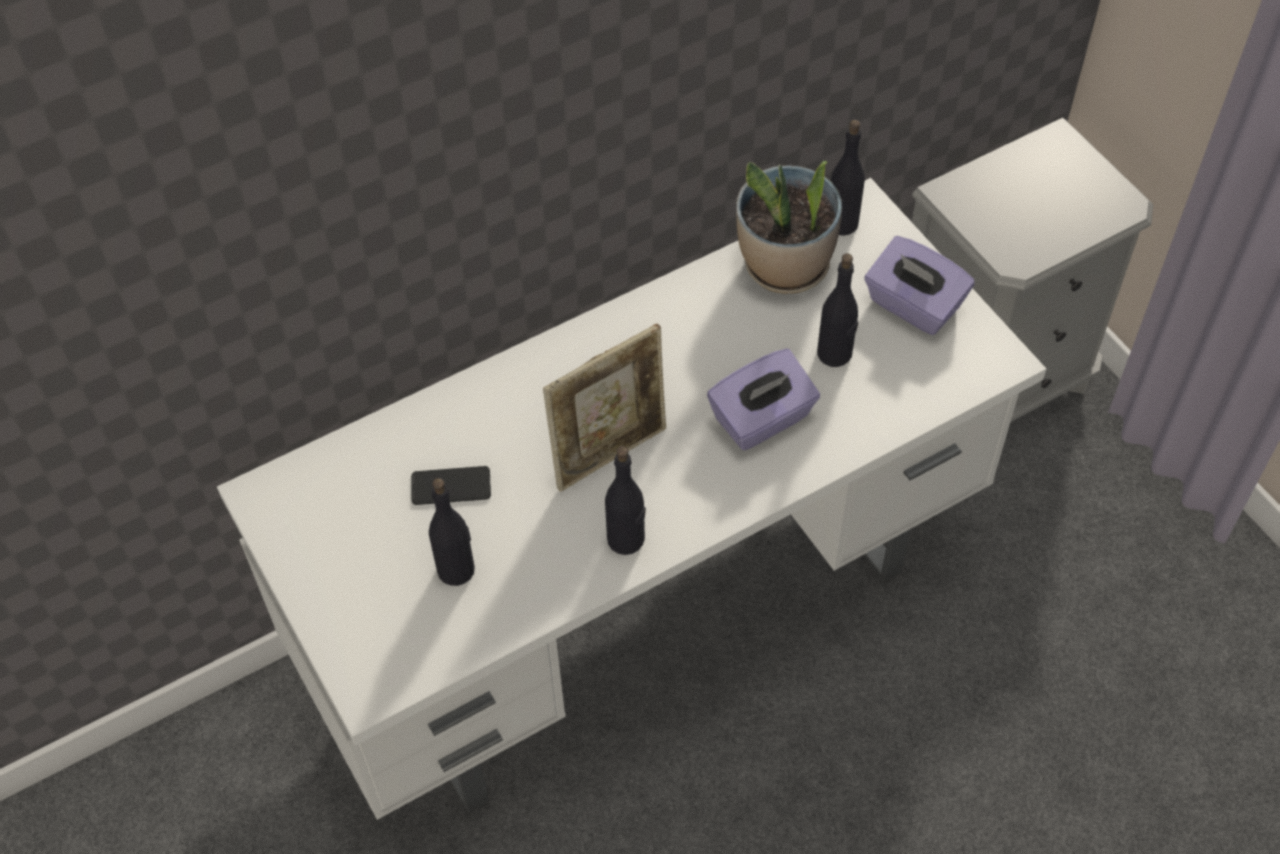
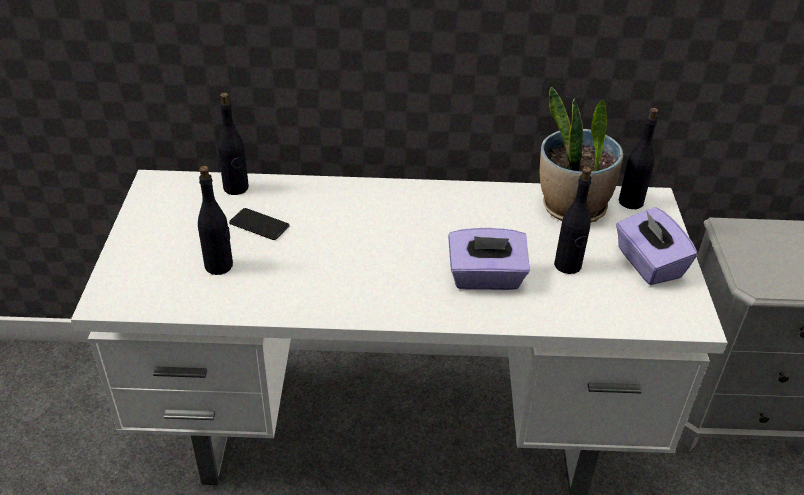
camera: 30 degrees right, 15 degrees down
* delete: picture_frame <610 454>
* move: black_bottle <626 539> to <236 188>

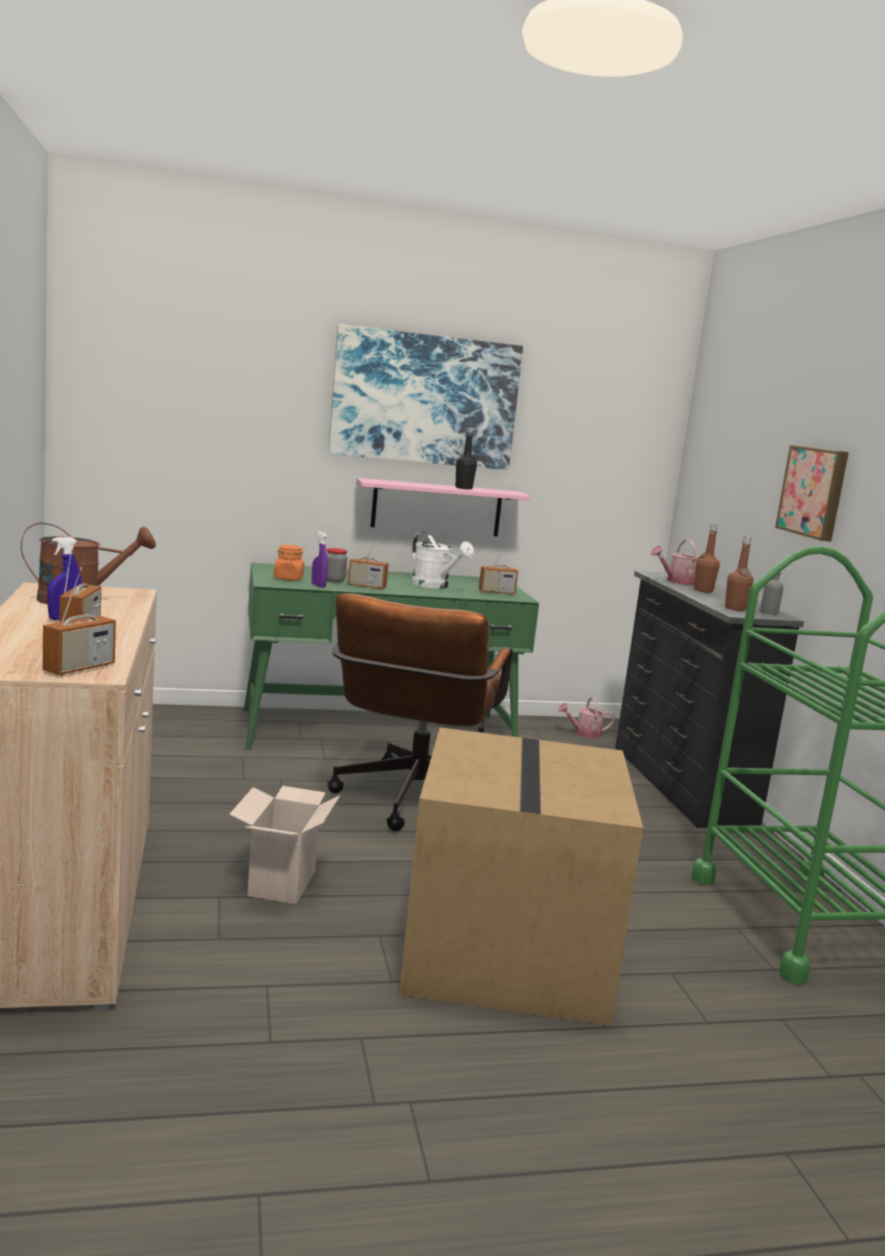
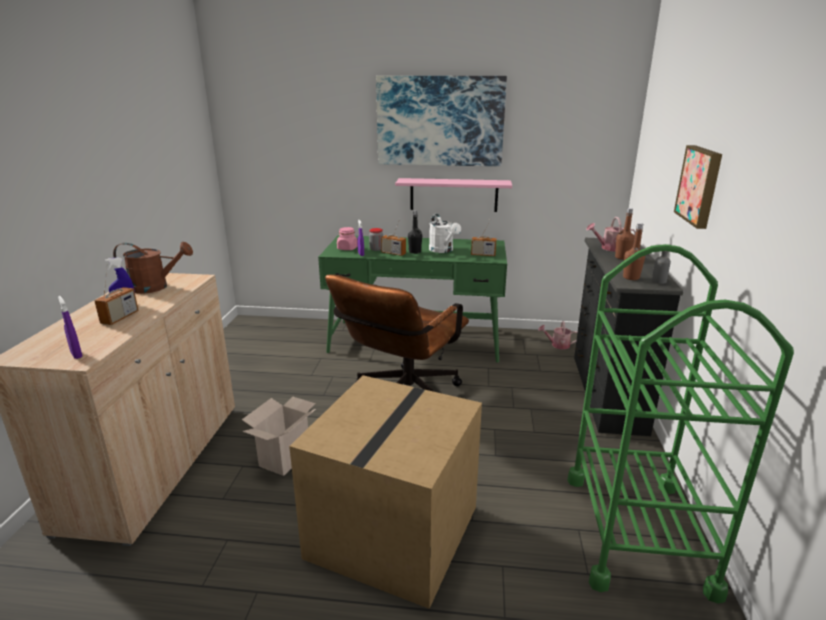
camera: 20 degrees right, 10 degrees up
* move: black_bottle <463 488> to <415 252>
* recolor: orange_jar <288 578> to pink_jar <347 248>
* replace: radio <79 668> to purple_spray_bottle <76 354>

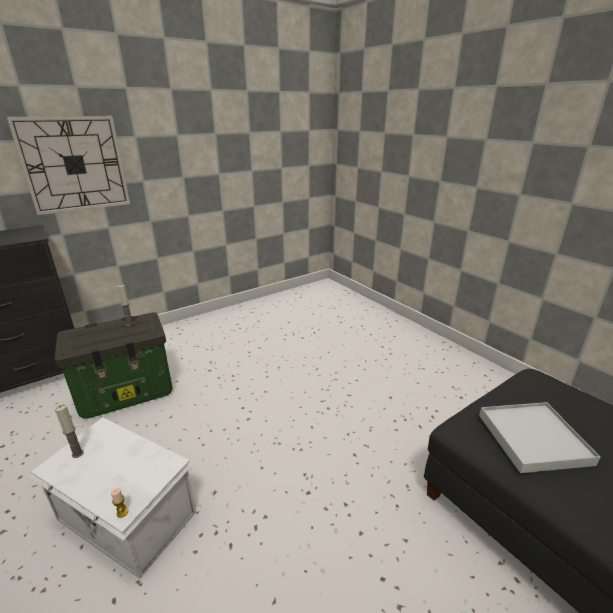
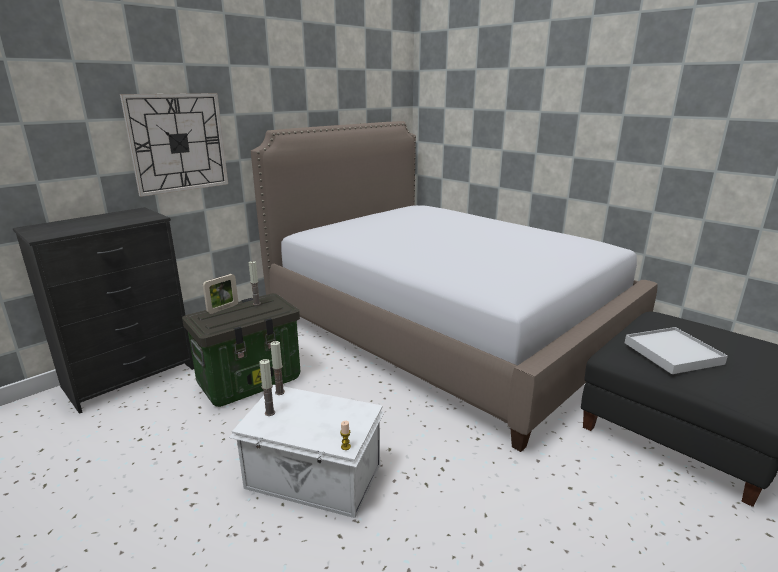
camera: 10 degrees left, 5 degrees down
* insert: bed <444 328>
* insert: picture_frame <223 309>
* insert: candle <279 392>

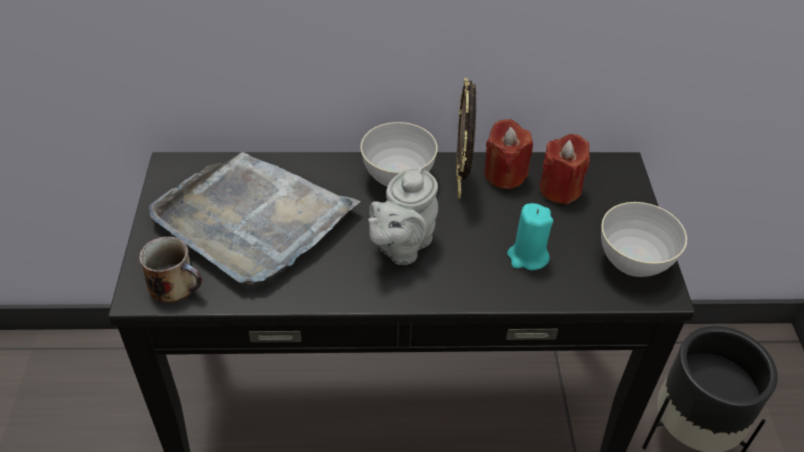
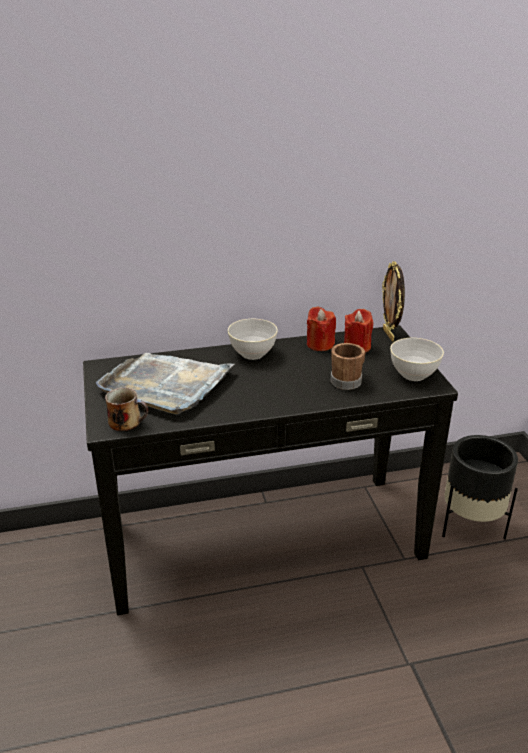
camera: 10 degrees left, 15 degrees down
* move: picture_frame <460 183> to <389 335>
* delete: grey_teapot <401 246>
* replace: turquoise_candle <527 256> to brown_mug <348 380>

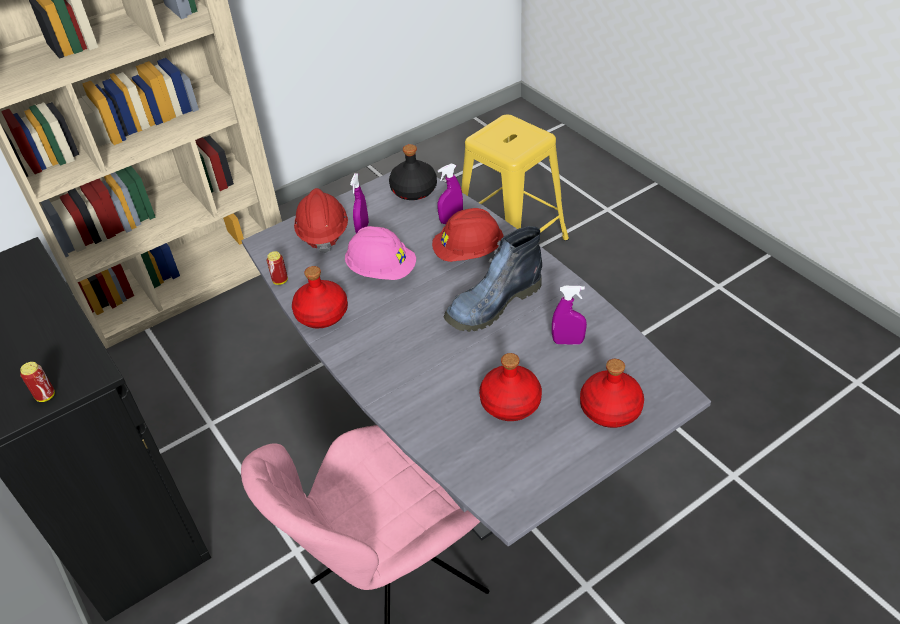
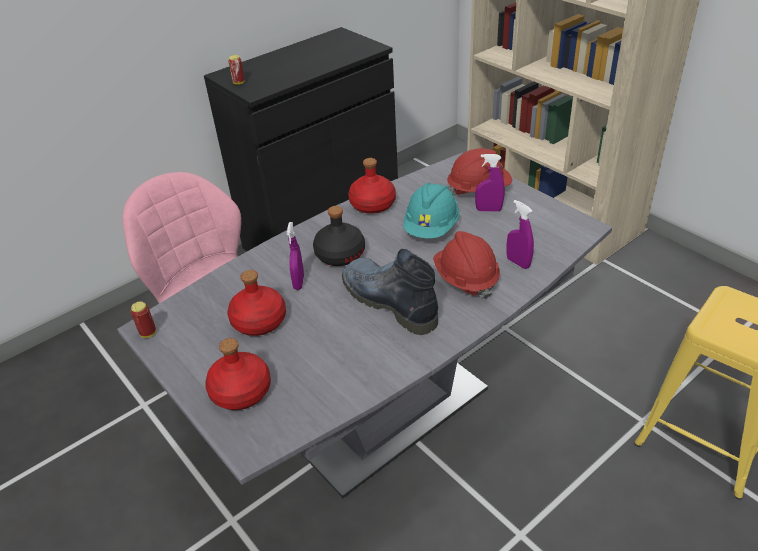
camera: 85 degrees right, 5 degrees down
* move: black_bottle <413 190> to <339 254>
* recolor: pink_hard_hat <381 270> to turquoise_hard_hat <431 228>
* move: can <280 281> to <148 333>
* move: purple_spray_bottle <568 341> to <299 282>

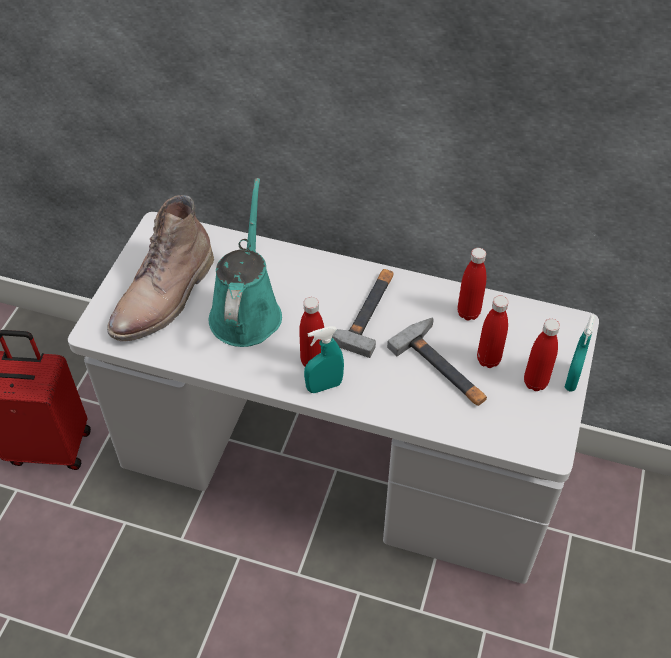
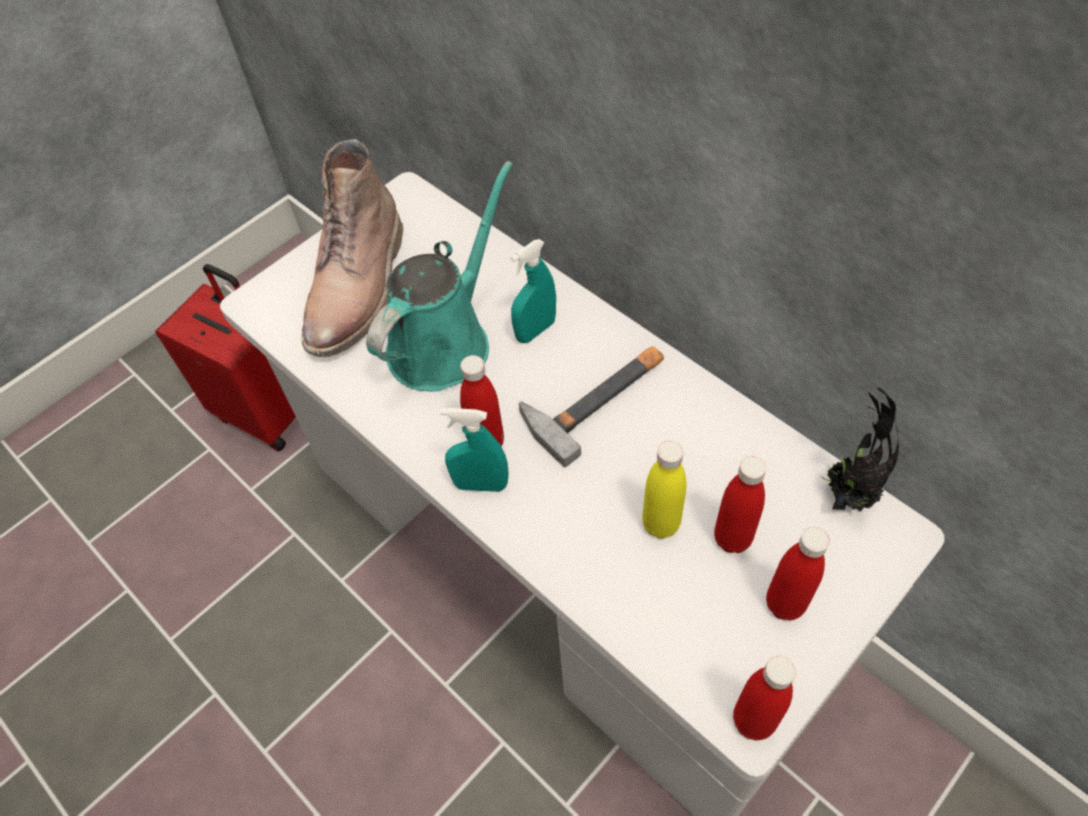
camera: 30 degrees right, 5 degrees up
* rotate: brown_boot <165 297> = <359 288> 45 degrees counterclockwise
* move: red_bottle <468 313> to <753 720>
* move: turquoise_spray_bottle <572 379> to <535 330>
* replace: hammer <444 367> to yellow_bottle <660 524>
* insert: potted_plant <847 493>

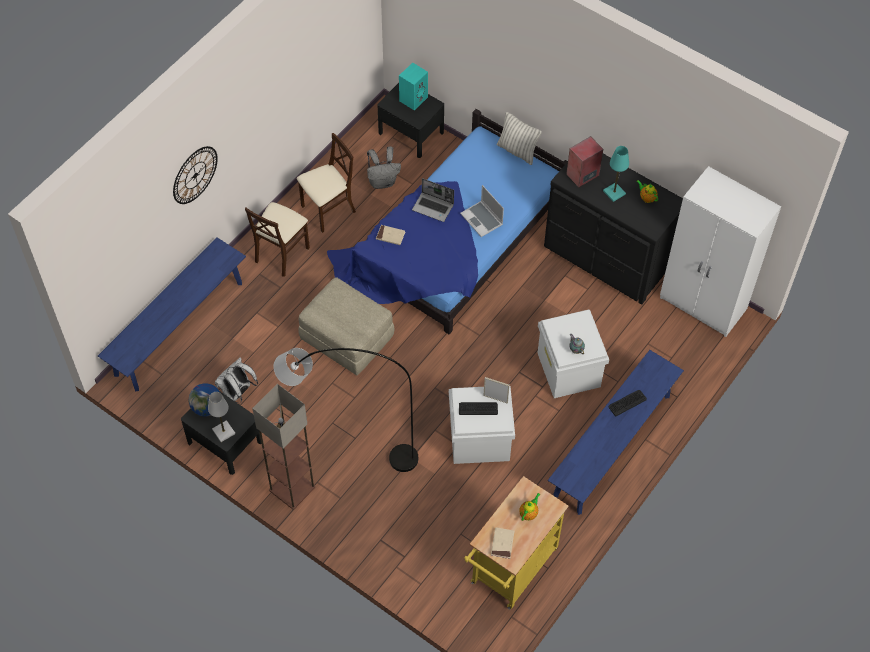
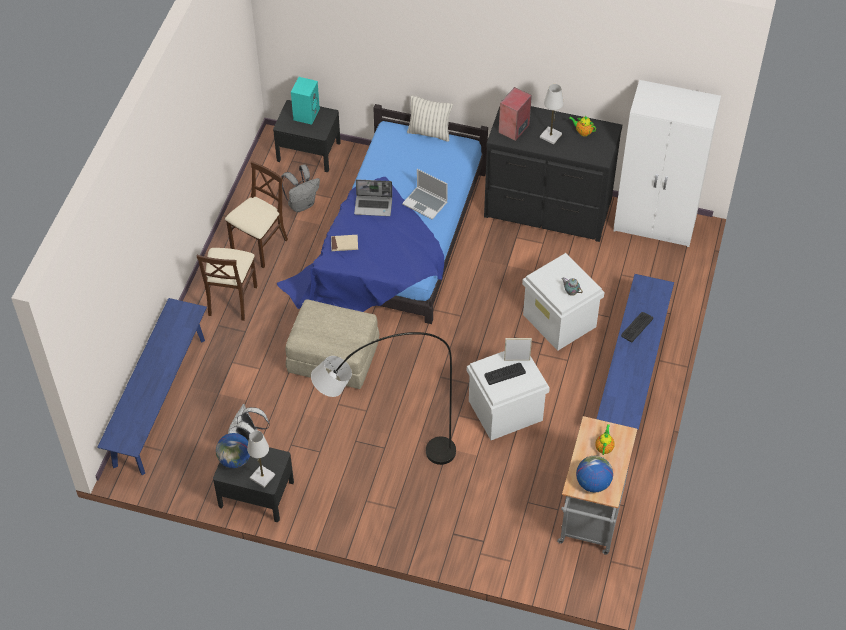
camera: 20 degrees left, 5 degrees down
* delete: wall_clock <195 175>
* recolor: turquoise_table_lamp <614 192> to white_table_lamp <550 136>
* delete: floor_lamp <291 489>
* recolor: yellow_cart <511 571> to grey_cart <591 520>
* replace: beige_book <502 544> to globe <593 483>

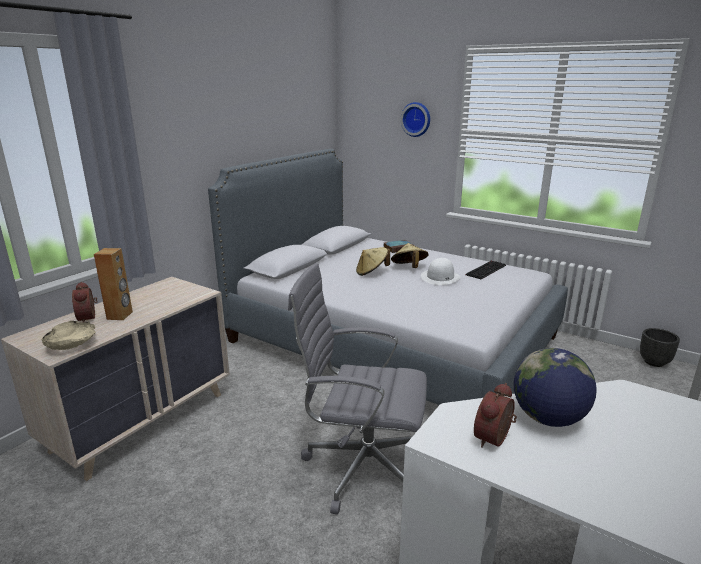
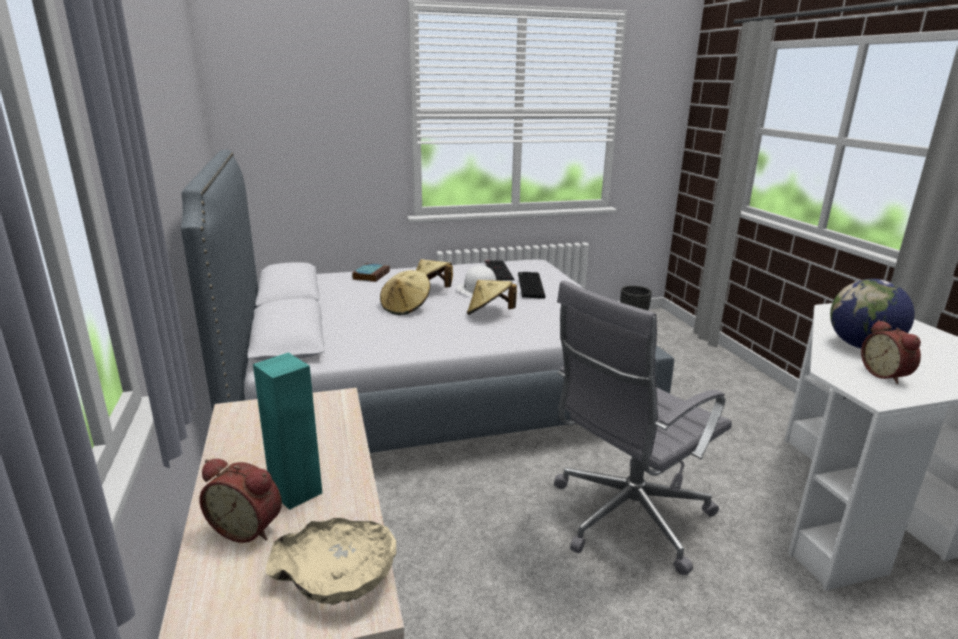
camera: 50 degrees left, 0 degrees up
* delete: wall_clock <416 119>
* recolor: brown_speaker <120 315> to turquoise_speaker <296 491>
* insert: keyboard <529 286>
* insert: beige_hat <489 314>

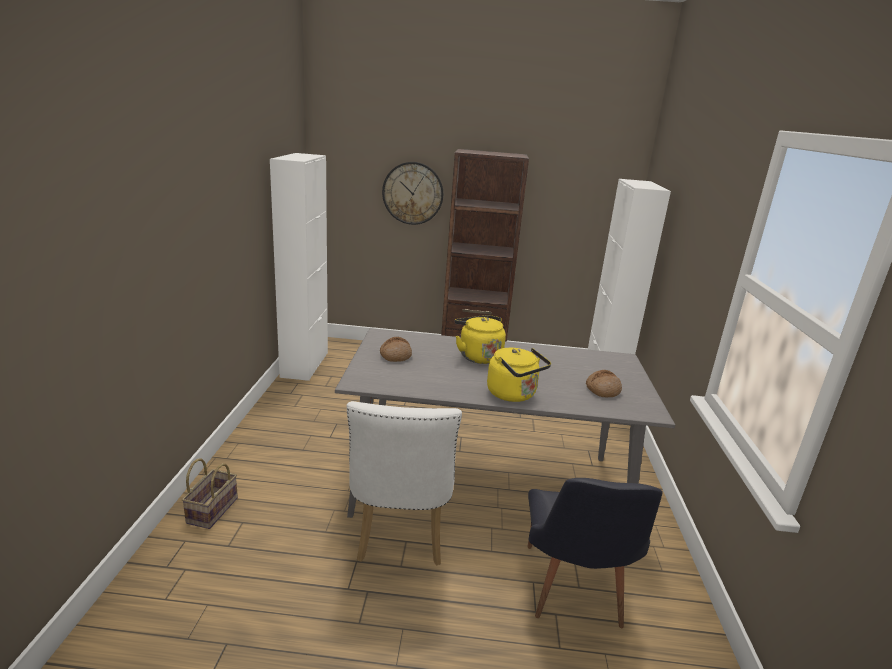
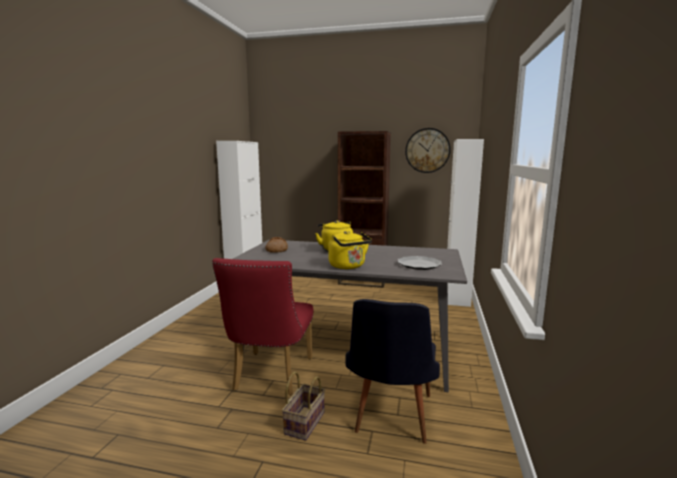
camera: 10 degrees right, 10 degrees down
* move: wall_clock <413 193> to <427 150>
* replace: bread <602 390> to plate <419 264>
* recolor: white_chair <400 536> to red_chair <270 377>
* move: basket <212 509> to <304 421>

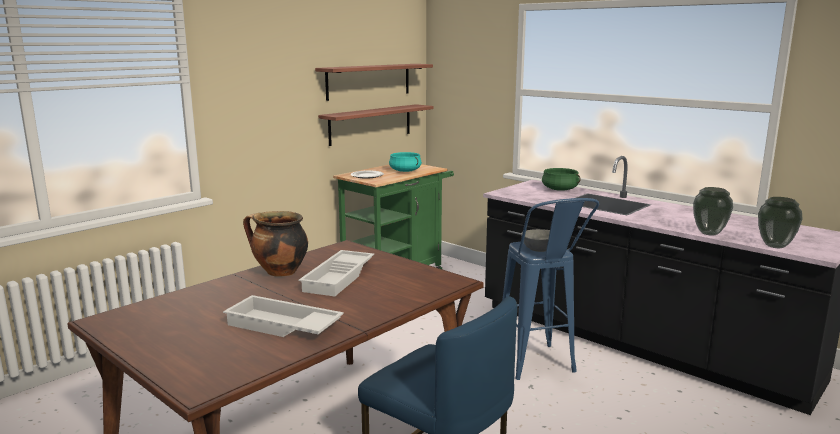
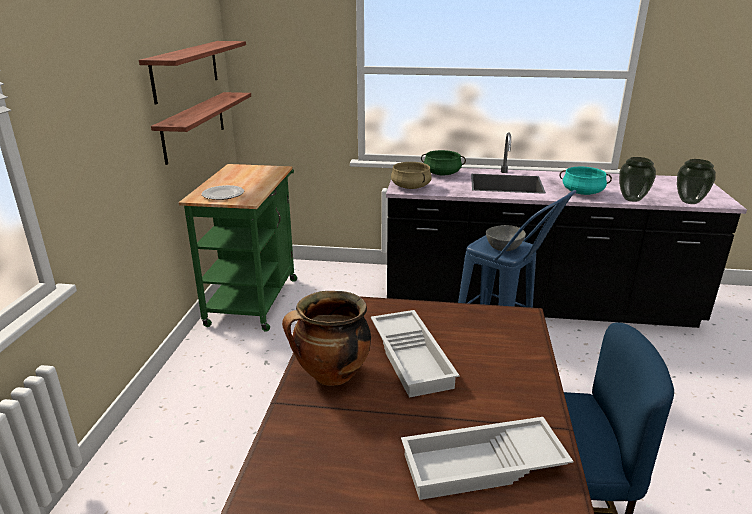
camera: 35 degrees left, 10 degrees up
* move: turquoise_cooking_pot <405 171> to <582 192>
* insert: beige_cooking_pot <411 187>

